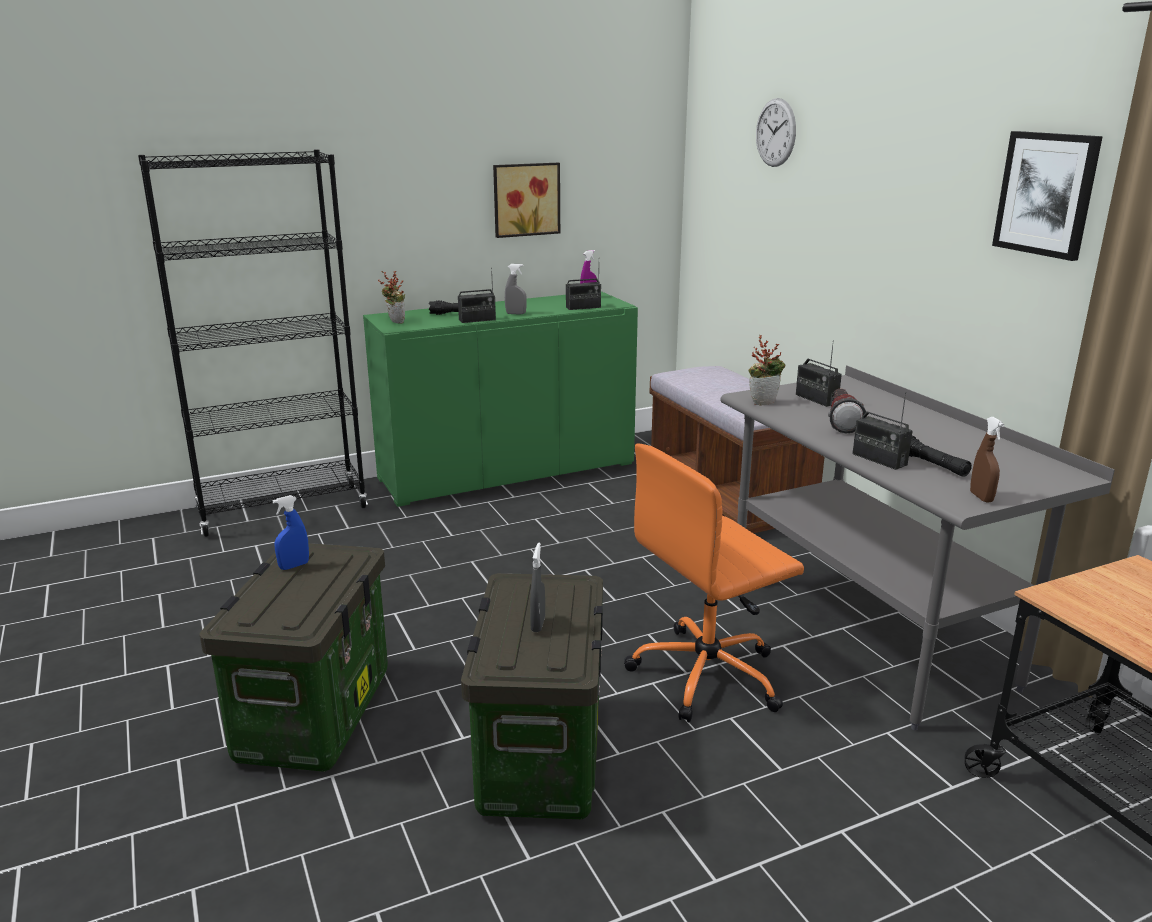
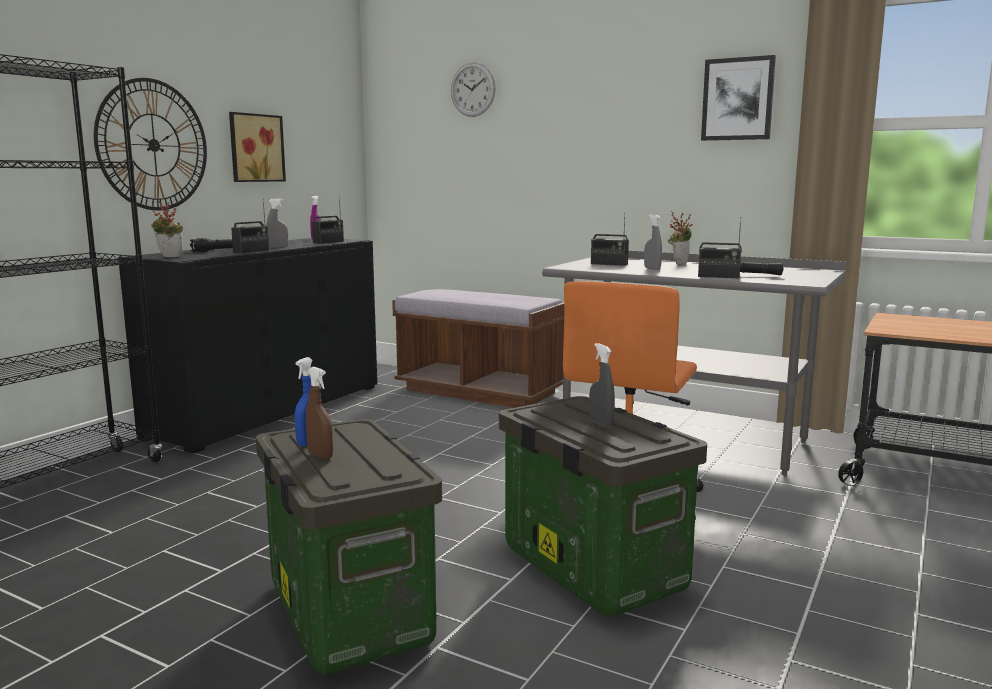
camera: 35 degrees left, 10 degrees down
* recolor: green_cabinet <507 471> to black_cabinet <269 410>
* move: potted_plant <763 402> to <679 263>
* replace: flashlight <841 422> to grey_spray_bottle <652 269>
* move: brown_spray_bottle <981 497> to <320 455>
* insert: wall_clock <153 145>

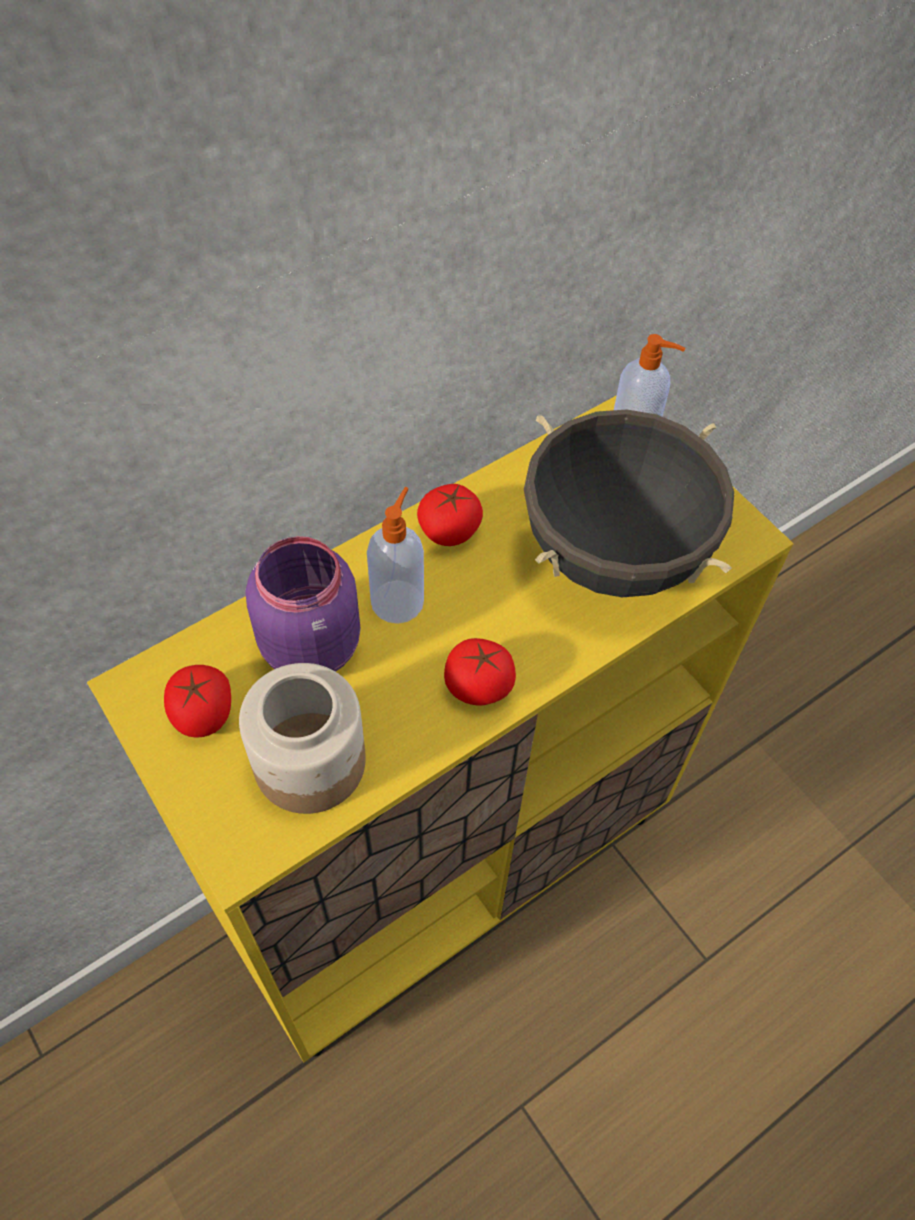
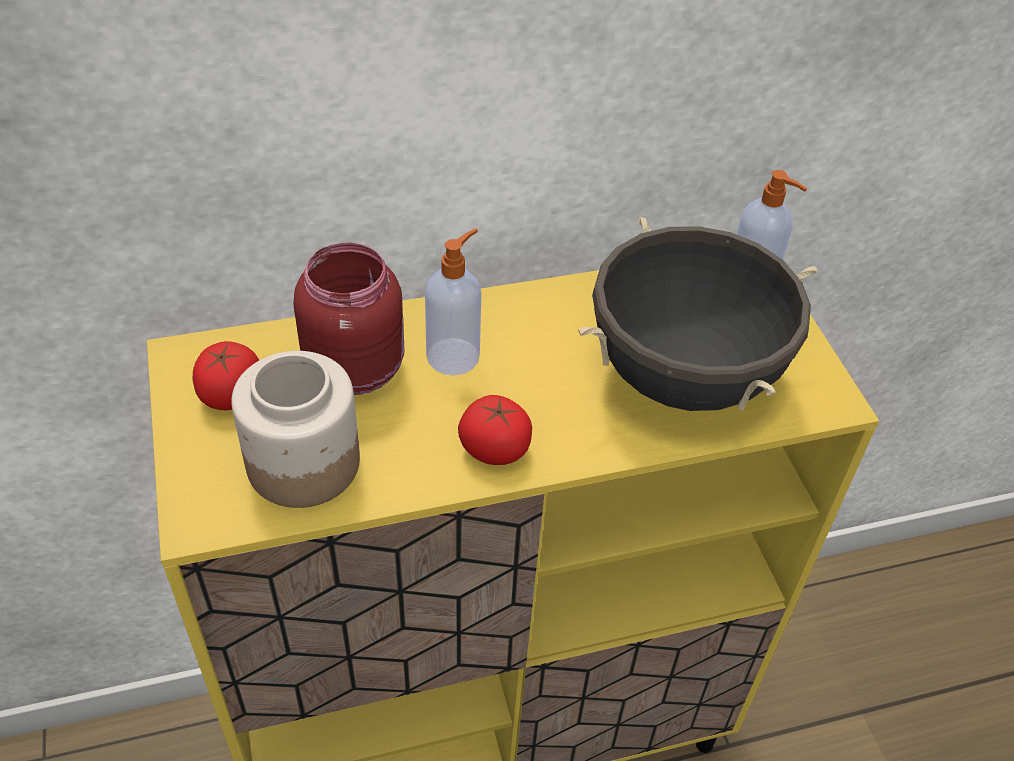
camera: 20 degrees right, 10 degrees down
* delete: tomato <449 530>
* recolor: purple_jar <311 643> to red_jar <356 367>

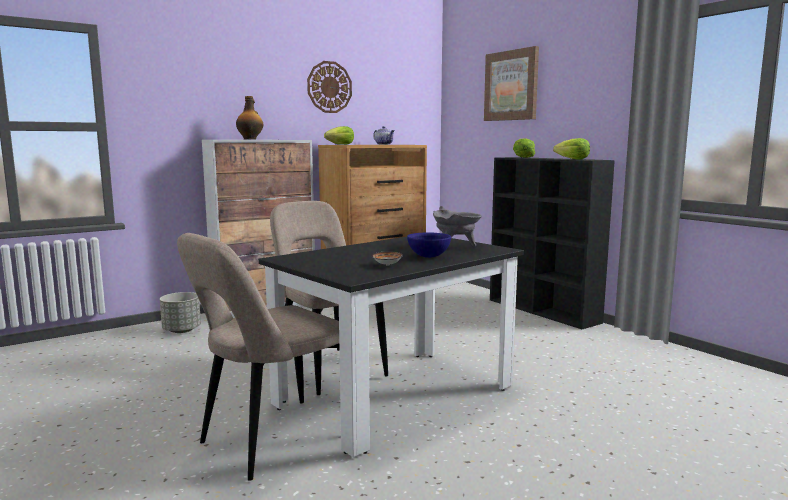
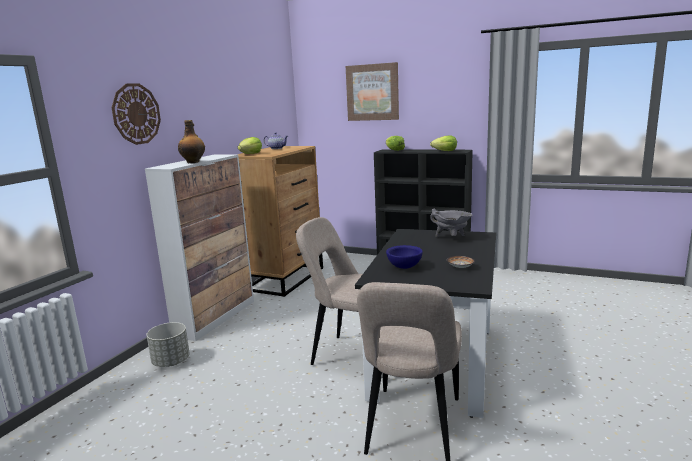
camera: 30 degrees left, 5 degrees up
* move: wall_clock <329 87> to <136 114>
* move: blue_bowl <429 256> to <405 267>

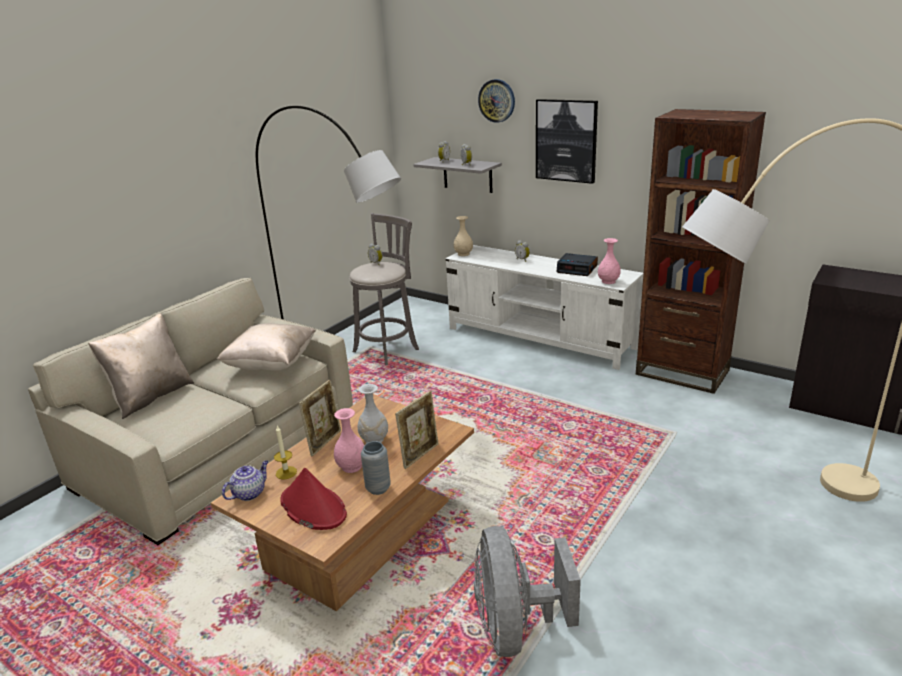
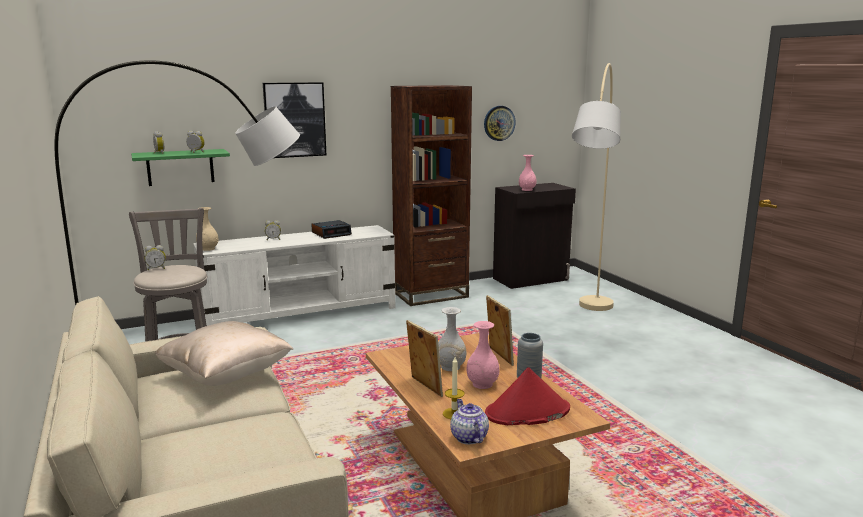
camera: 60 degrees left, 10 degrees down
* move: wall_clock <497 100> to <499 123>
* recolor: grey_shelf <467 175> to green_shelf <180 167>
* move: pink_vase <608 281> to <527 190>
* delete: beige_pillow <151 396>
* delete: grey_fan <516 627>

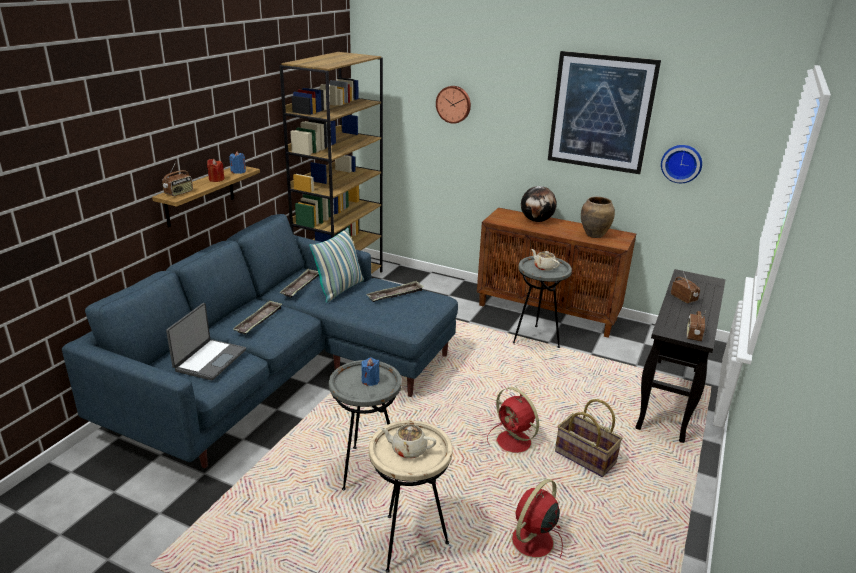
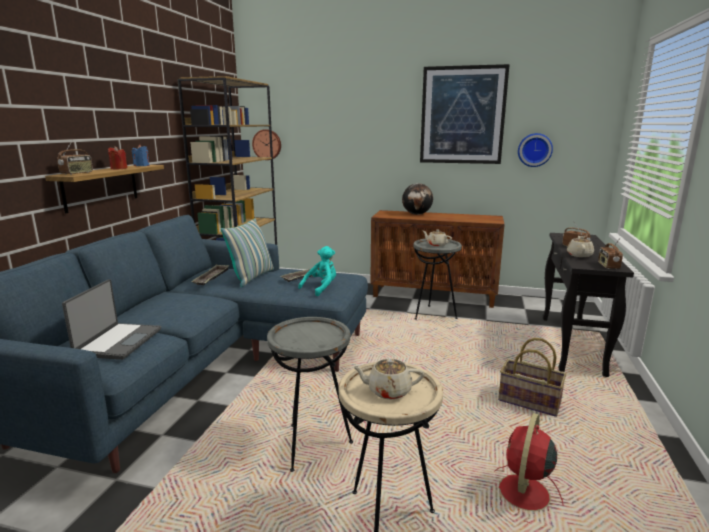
camera: 10 degrees left, 10 degrees down
* move: wall_clock <454 104> to <267 144>
* delete: brown_vase <594 235>
* delete: tray <259 320>
* delete: blue_candle <370 381>
* delete: red_fan <515 443>
* insert: beige_teapot <579 255>
* insert: turquoise_plush_toy <321 288>

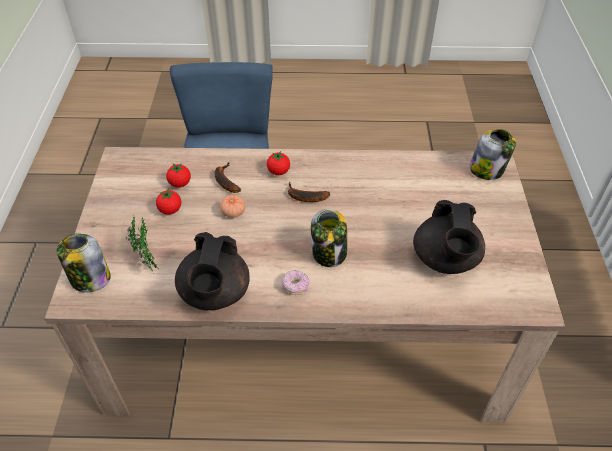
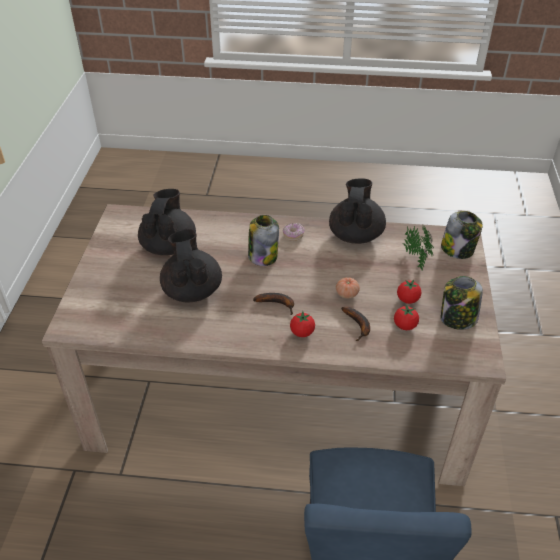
camera: 175 degrees left, 5 degrees down
* move: jar <487 169> to <457 319>
* insert: black_teapot <192 290>

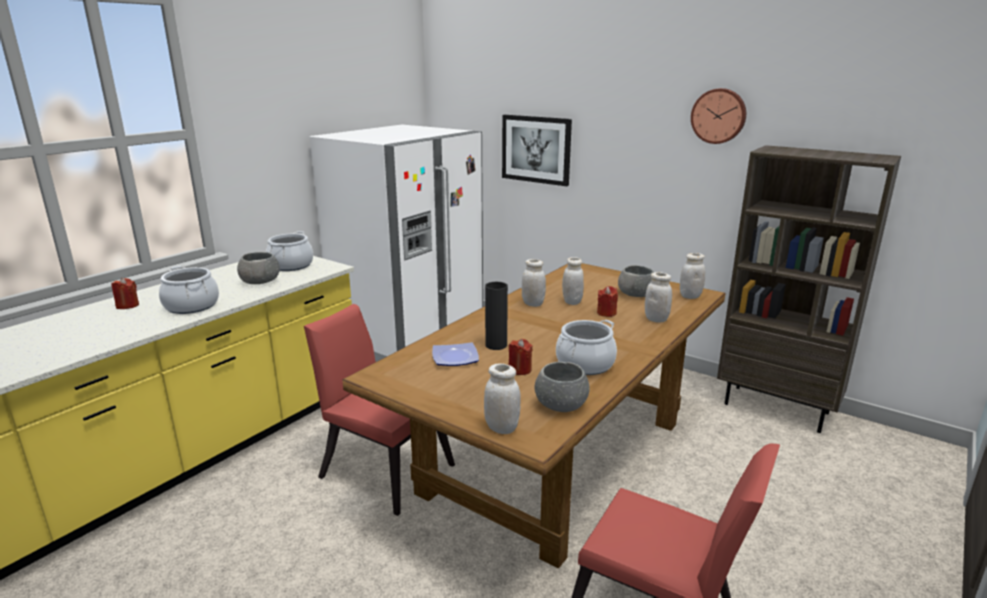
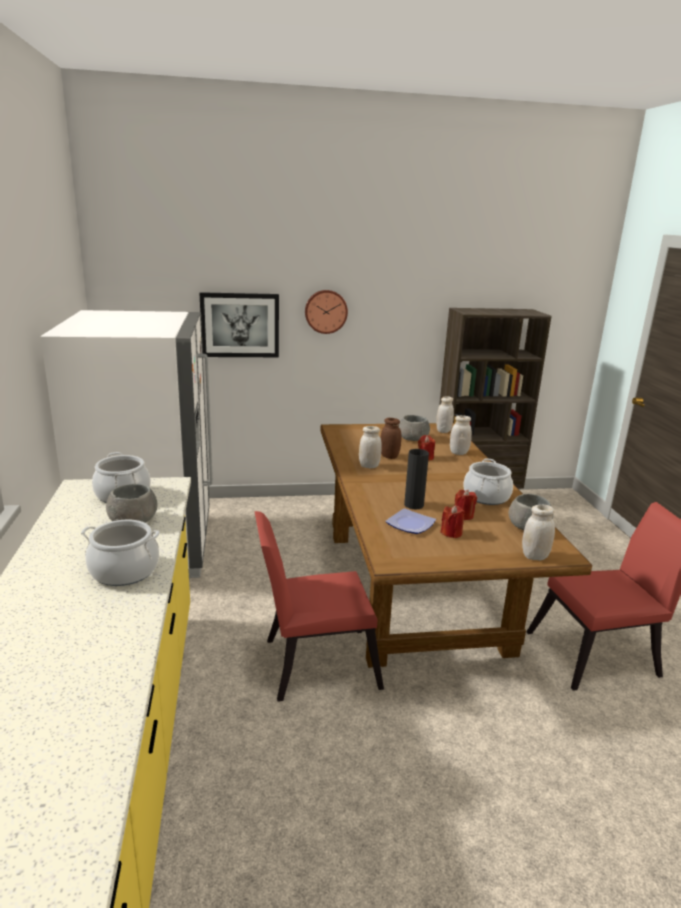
camera: 45 degrees left, 0 degrees up
* move: wall_clock <719 116> to <325 311>
* recolor: white_jar <572 302> to brown_jar <389 456>
* move: red_candle <127 305> to <451 533>

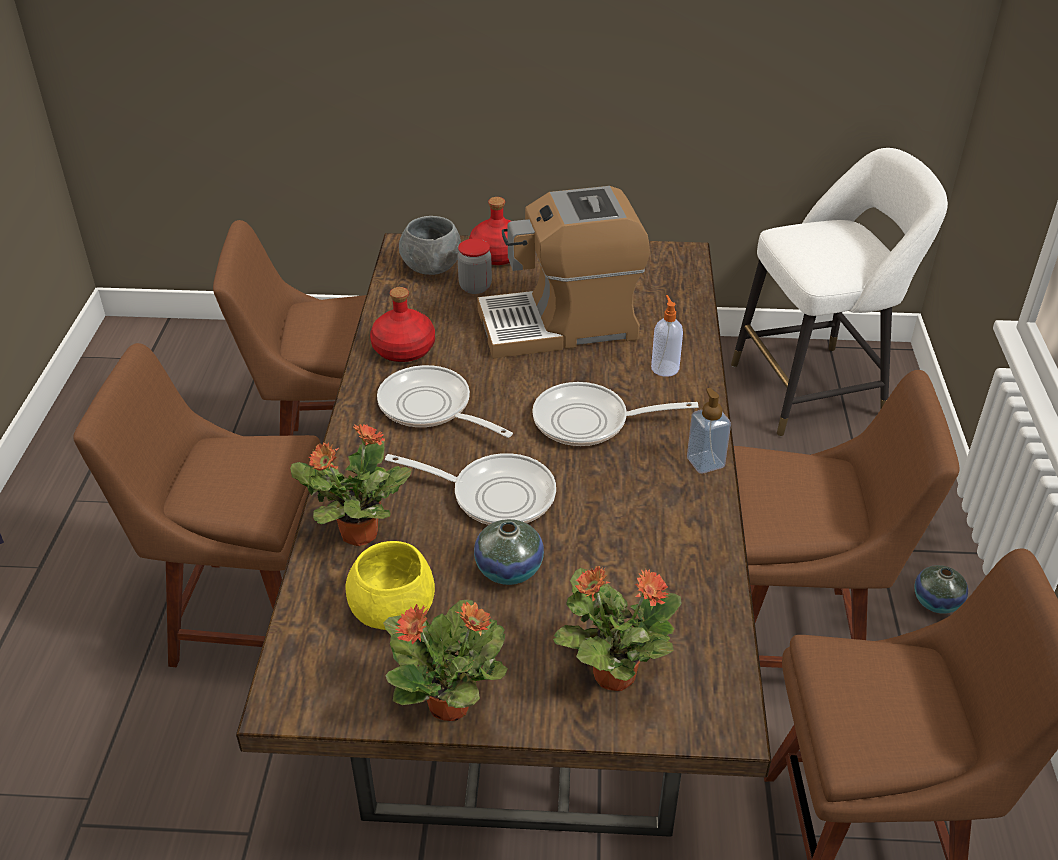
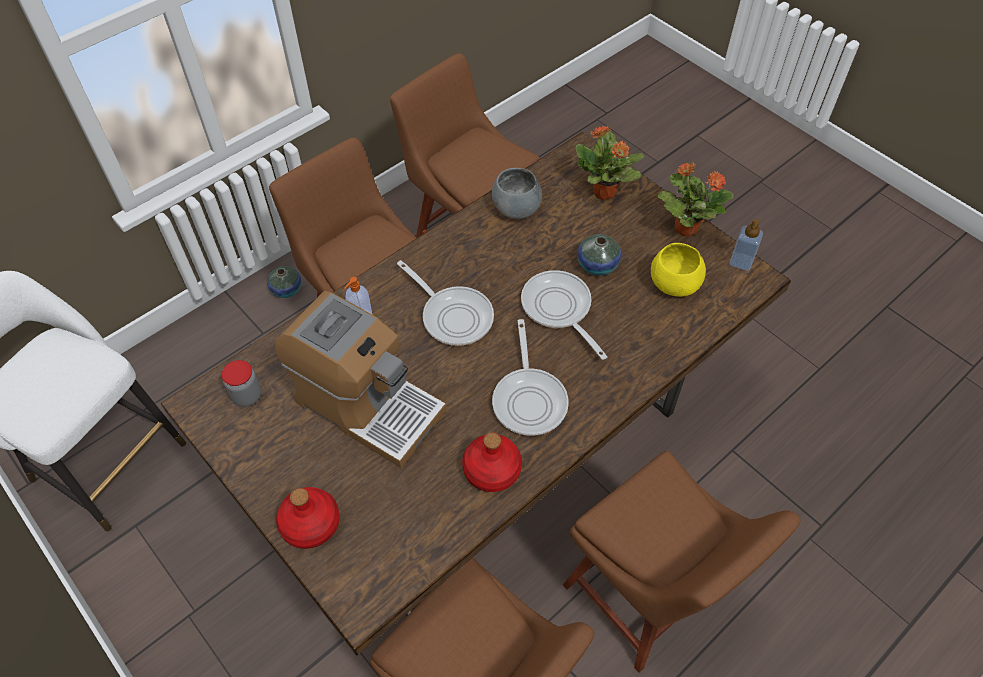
camera: 135 degrees left, 15 degrees up
* move: grey_bowl <431 268> to <516 208>
* move: jar <475 287> to <247 396>
* move: soap_dispenser <705 462> to <741 261>
* delete: potted_plant <357 533>

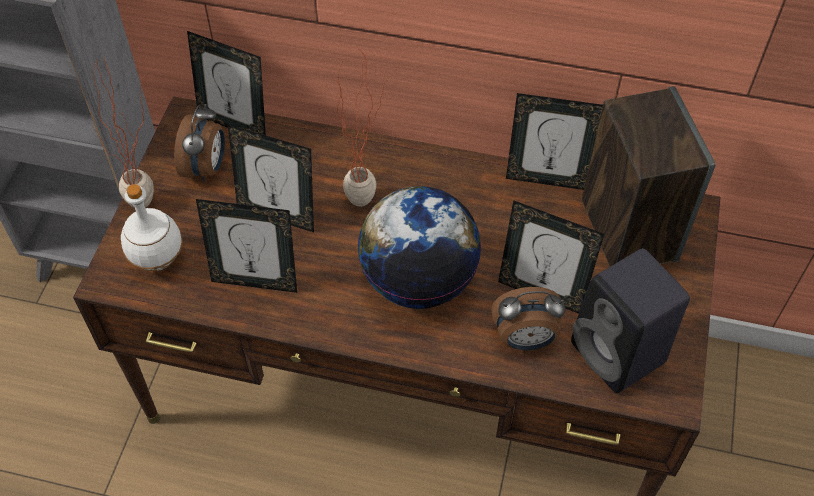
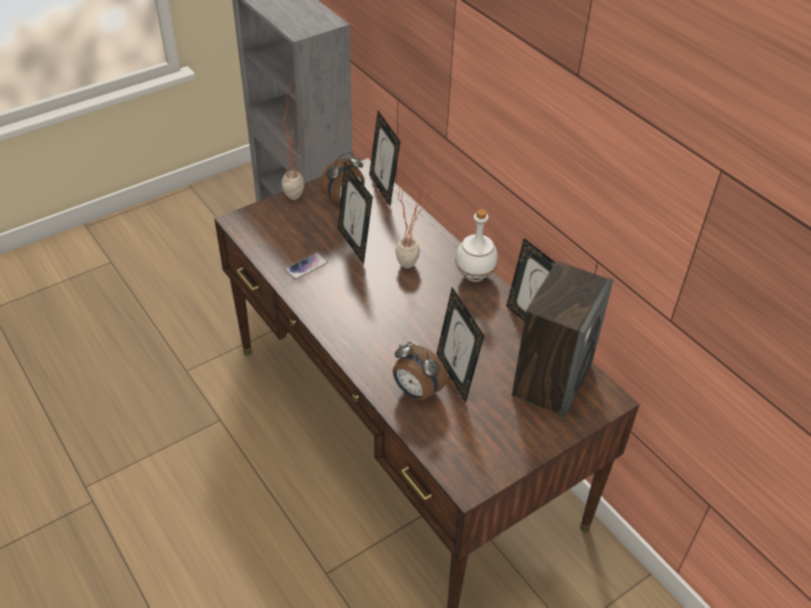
camera: 40 degrees right, 10 degrees down
* move: white_bottle <159 260> to <475 276>
* delete: globe <418 280>
* replace: picture_frame <255 281> to phone <306 267>
* delete: black_speaker <620 354>

